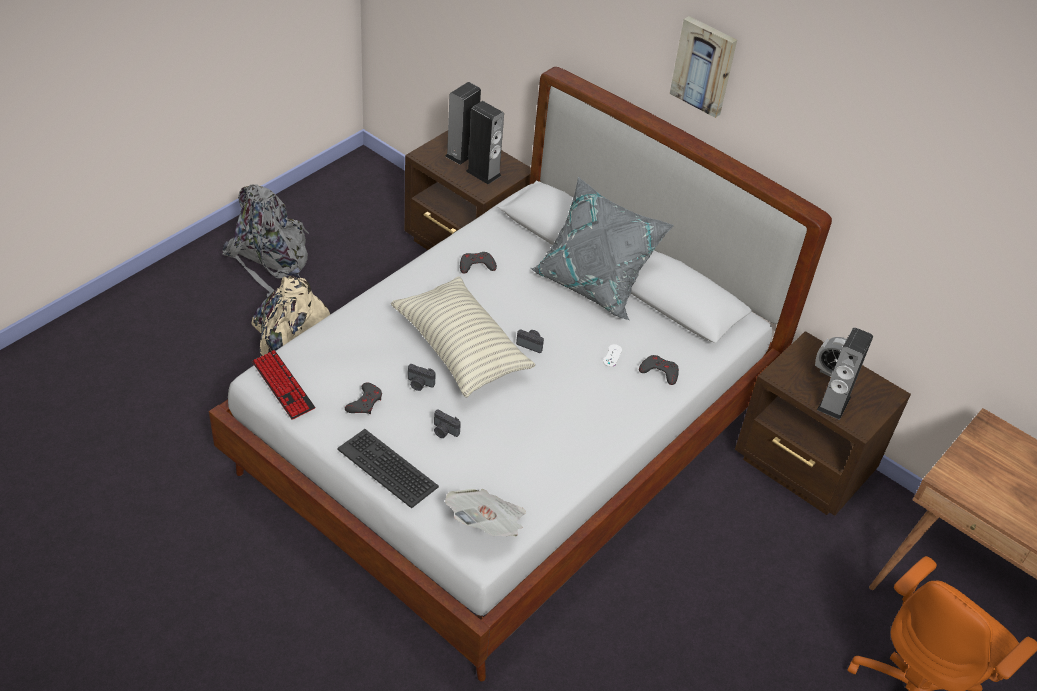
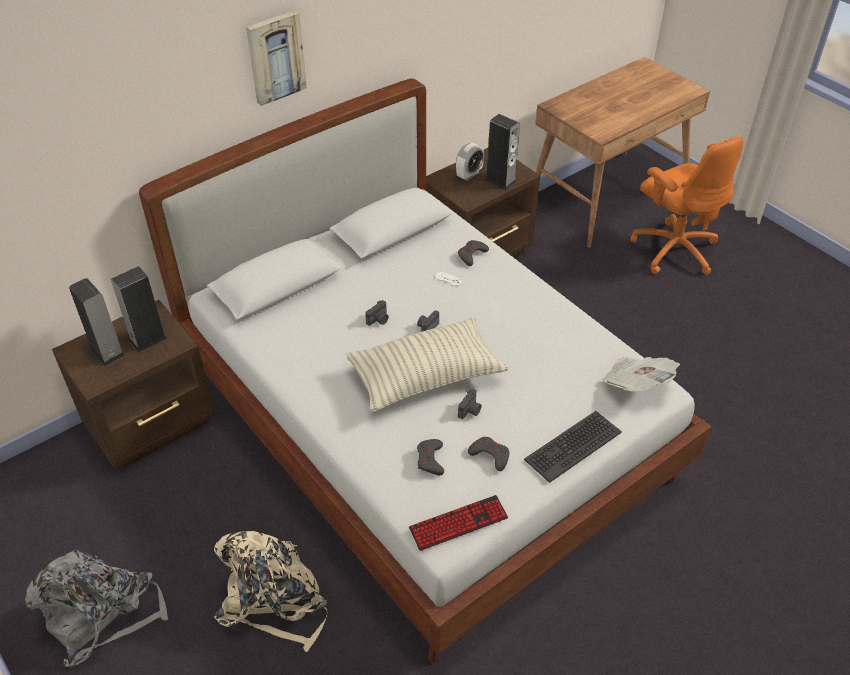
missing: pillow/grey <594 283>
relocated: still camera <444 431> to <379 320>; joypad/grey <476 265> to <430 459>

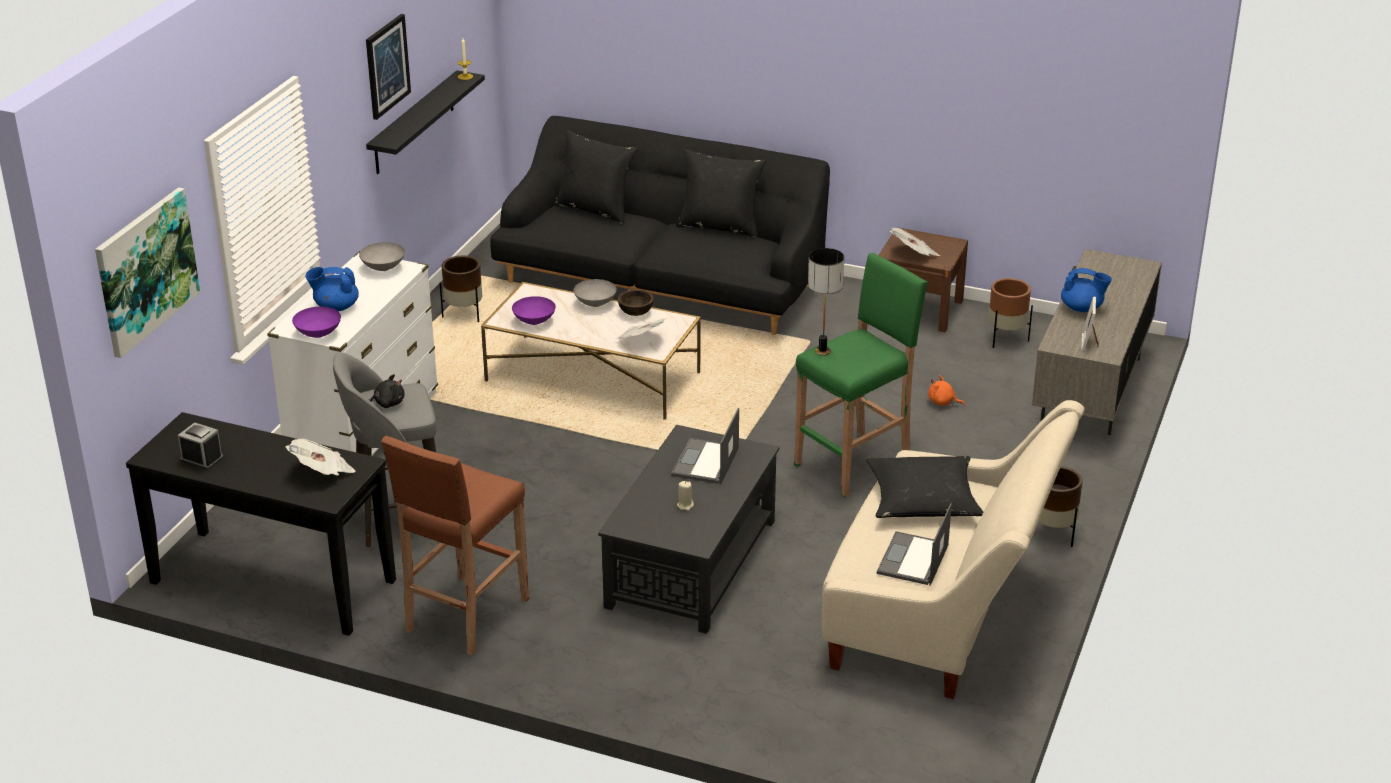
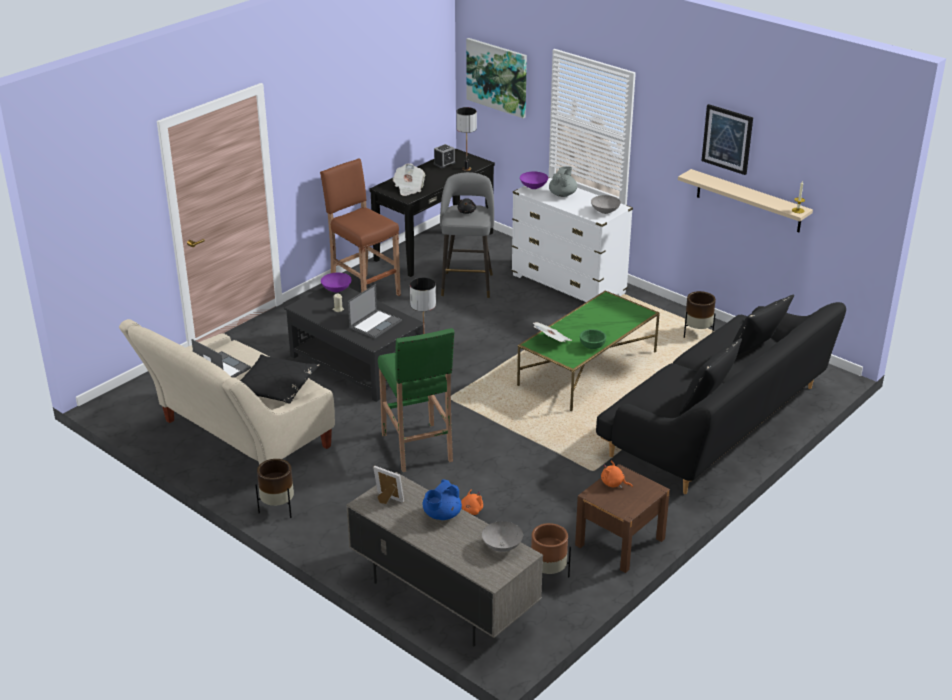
appeared: lamp for a table <466 169>
relocated: deep dish/purple-coloured <533 321> to <337 289>; deep dish/grey <596 303> to <502 547>
exchanged: daily paper <914 254> to soft toy/orangey <614 484>
colour: low table/white-coloured <593 377> to low table/greenish <587 369>; pot for tea/blue <335 307> to pot for tea/grey <562 194>; deep dish/brownish <636 312> to deep dish/greenish <592 346>; shelf/blackish <414 123> to shelf/beige <748 201>
spun: laptop <705 462> = <375 324> 90 degrees clockwise

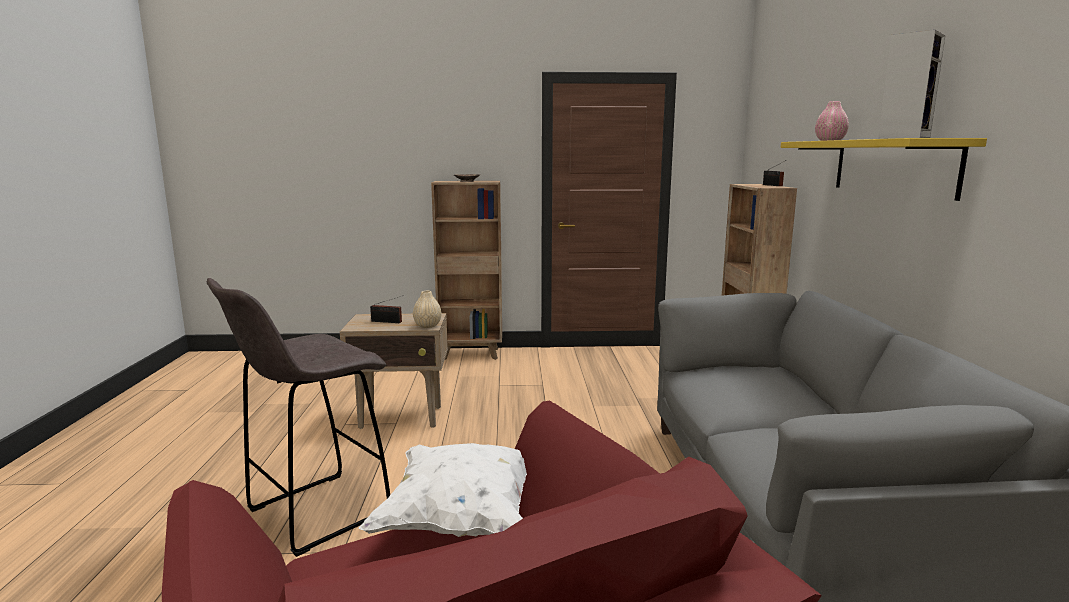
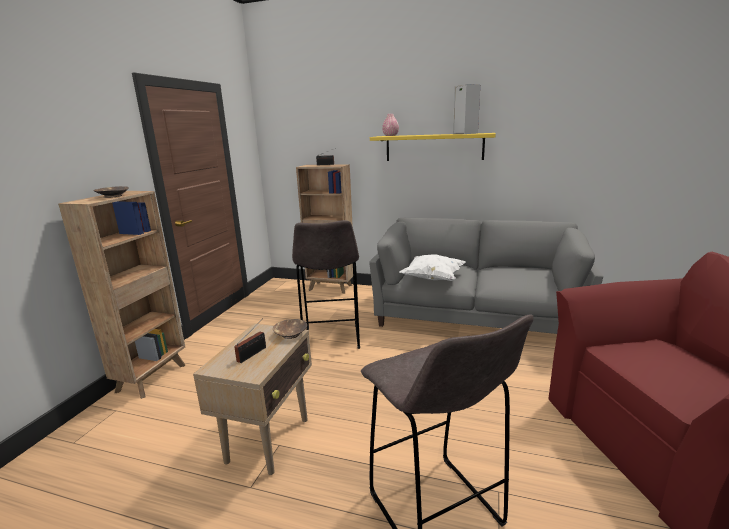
appeared: stool seat/grey <331 339>
relocated: pillow/white-coloured <462 518> to <432 279>
exchanged: decorative vase/beige <427 326> to deep dish/brownish <290 334>

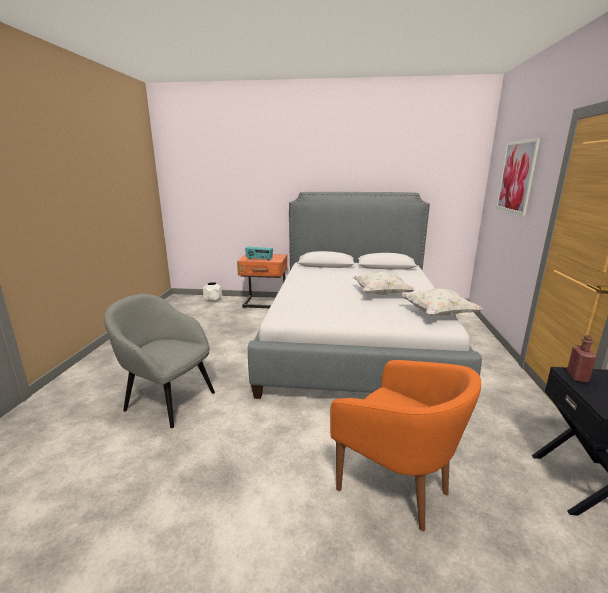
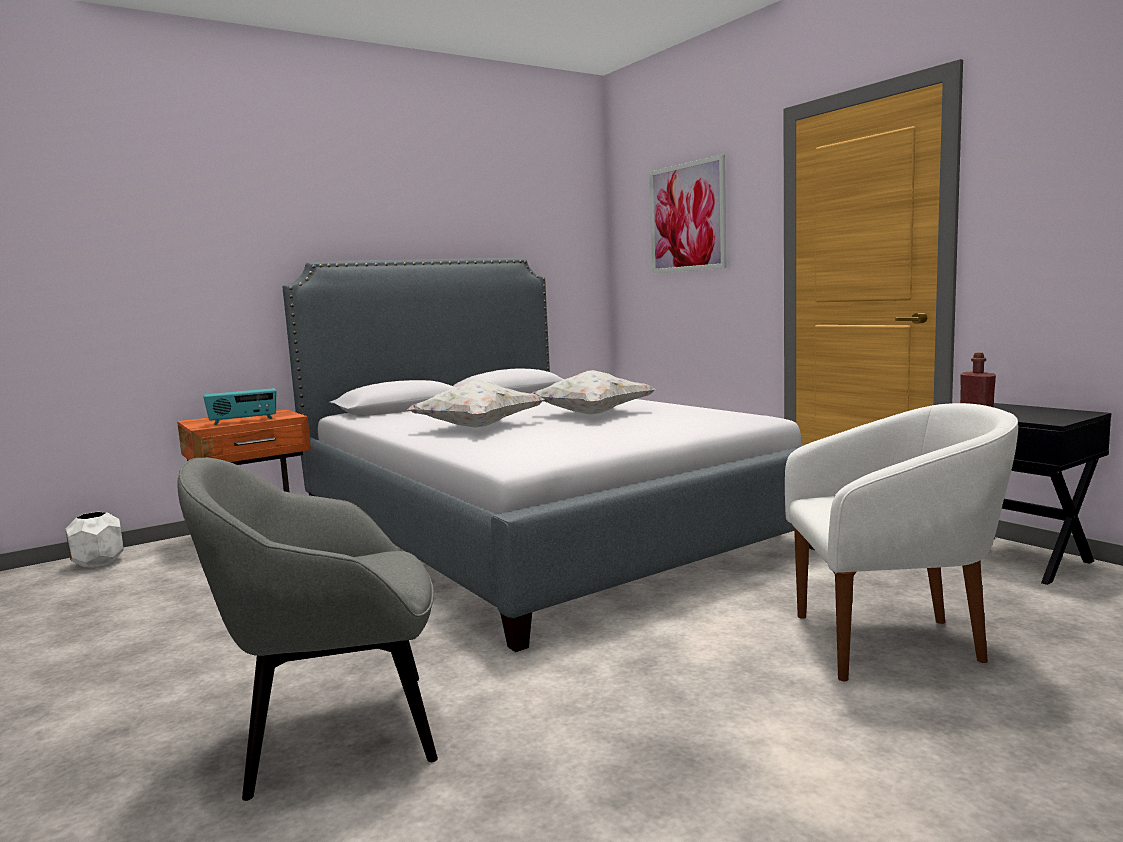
relocated: pillow/white-coloured <438 314> to <477 427>
colour: armchair/orangey <397 487> to armchair/white-coloured <893 642>

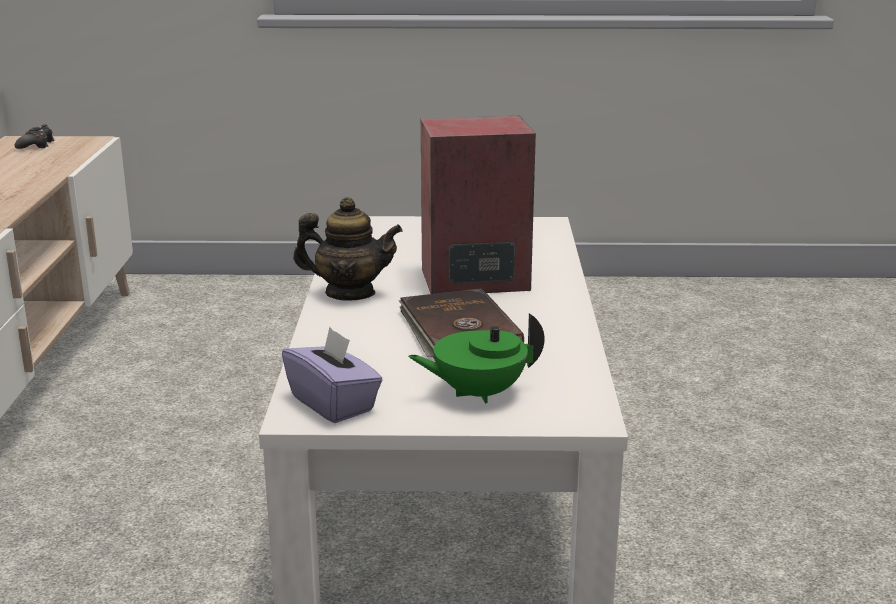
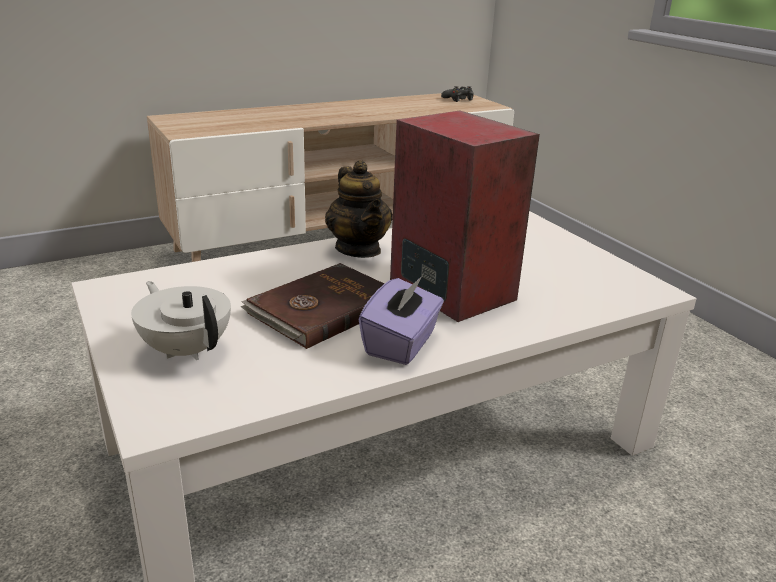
relocated: tissue holder/purple-coloured <333 404> to <401 344>
colour: pot for tea/greenish <478 393> to pot for tea/white-coloured <186 349>

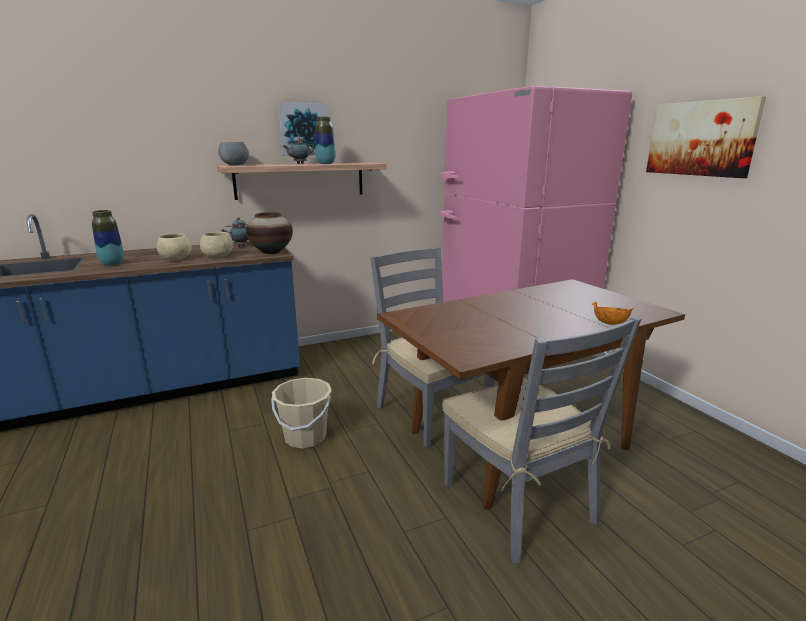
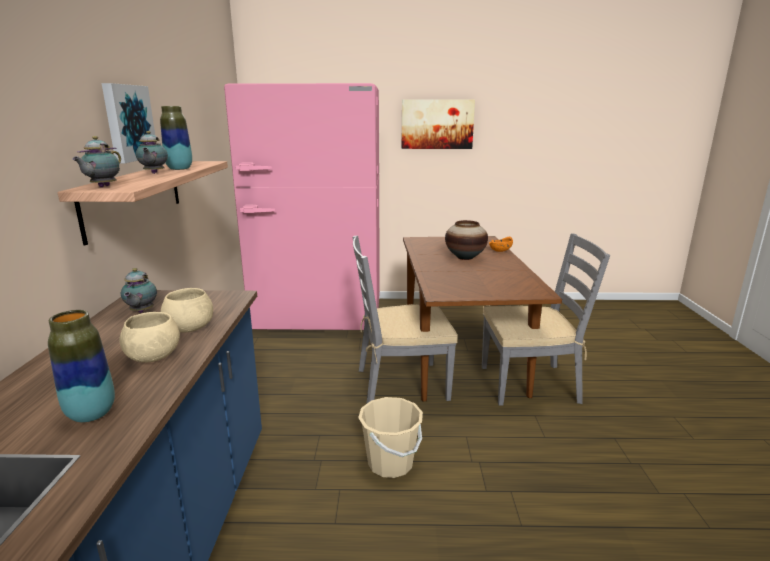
relocated: decorative vase <271 252> to <465 257>
exchanged: deep dish/grey <235 165> to pot for tea <102 187>

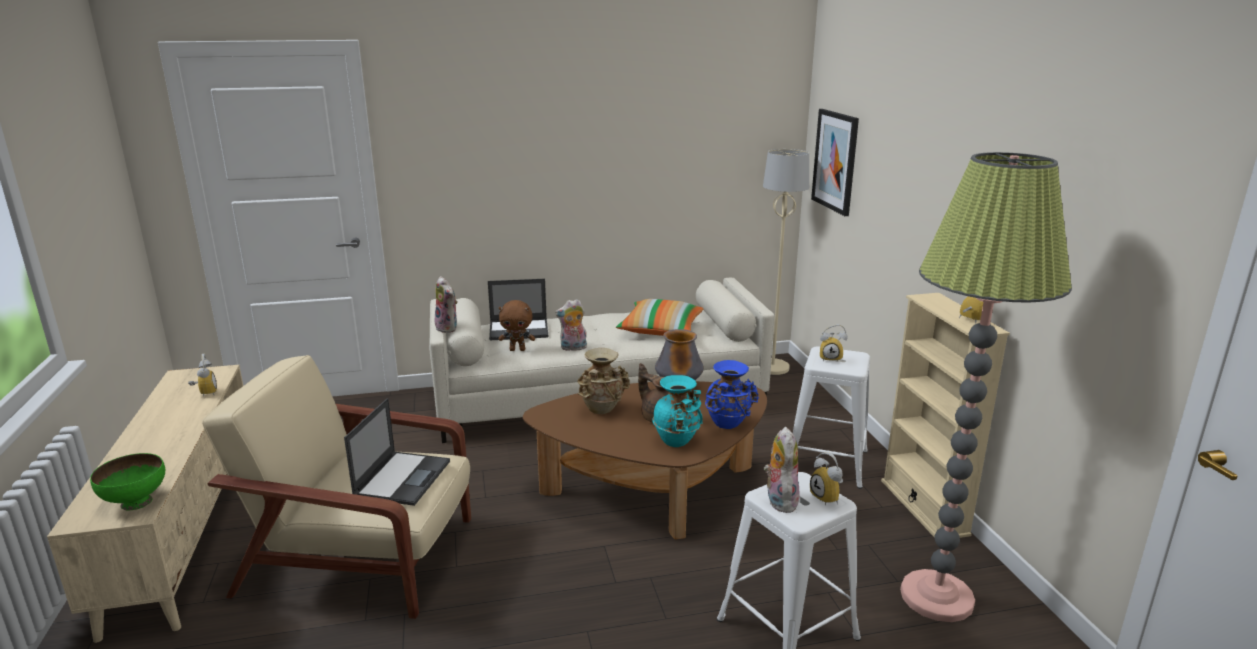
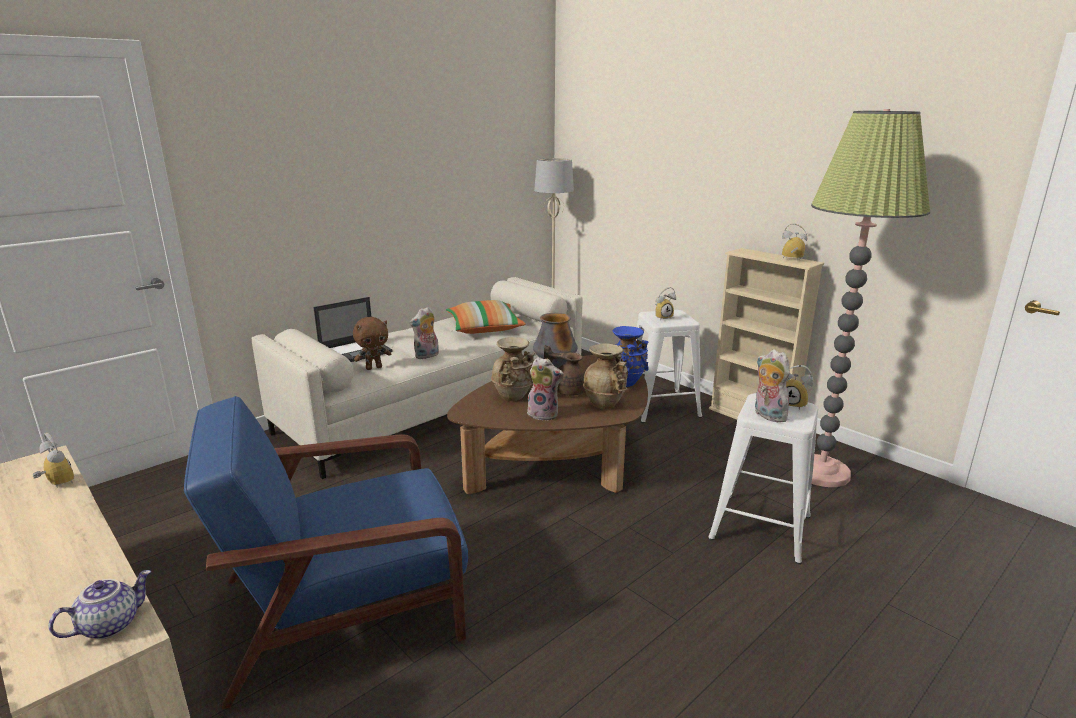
missing: laptop <403 478>; picture <835 161>
relocated: soft toy <448 328> to <544 414>
exchanged: deep dish/greenish <135 502> to pot for tea <110 624>
colour: armchair/beige <363 556> to armchair/blue <347 606>; decorative vase/turquoise <678 441> to decorative vase/beige <605 404>

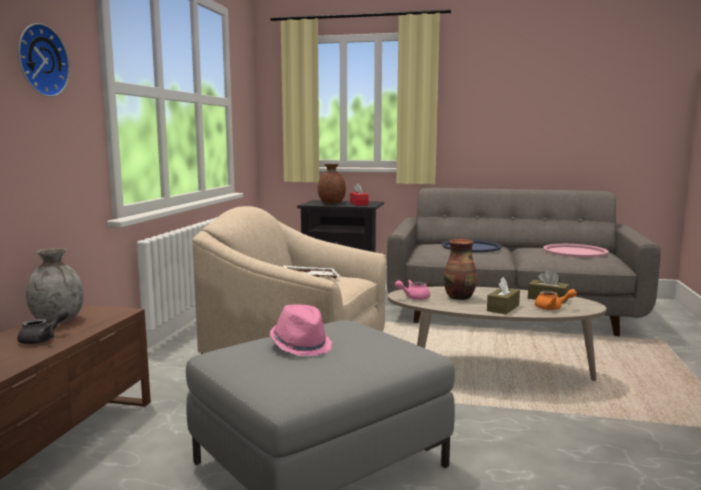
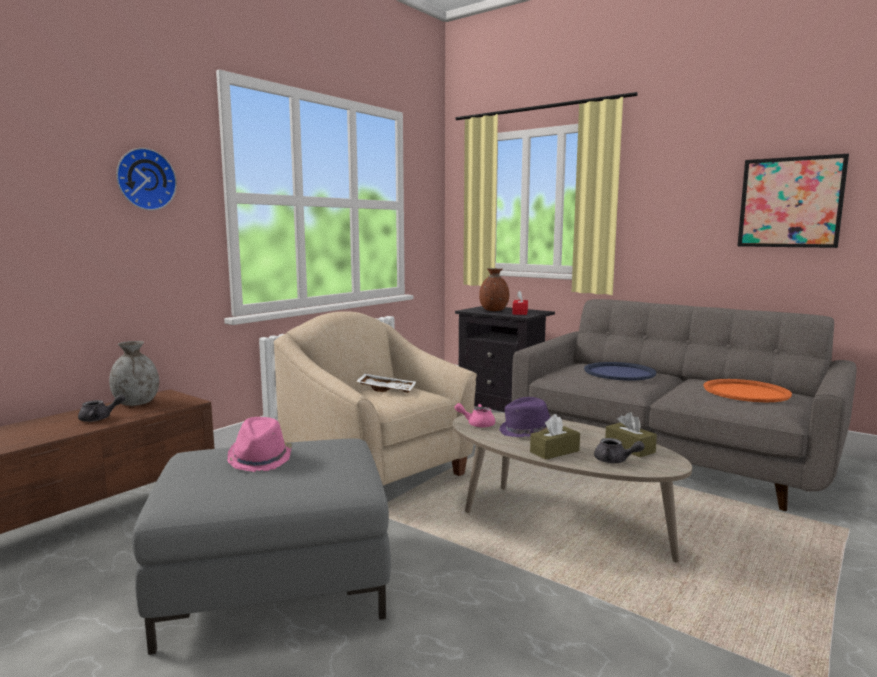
appeared: picture <790 202>
exchanged: decorative vase <460 297> to wearable hat/purple-coloured <527 431>
colour: pot for tea/orangey <552 308> to pot for tea/grey <615 461>; tray/pink-coloured <575 252> to tray/orangey <746 392>

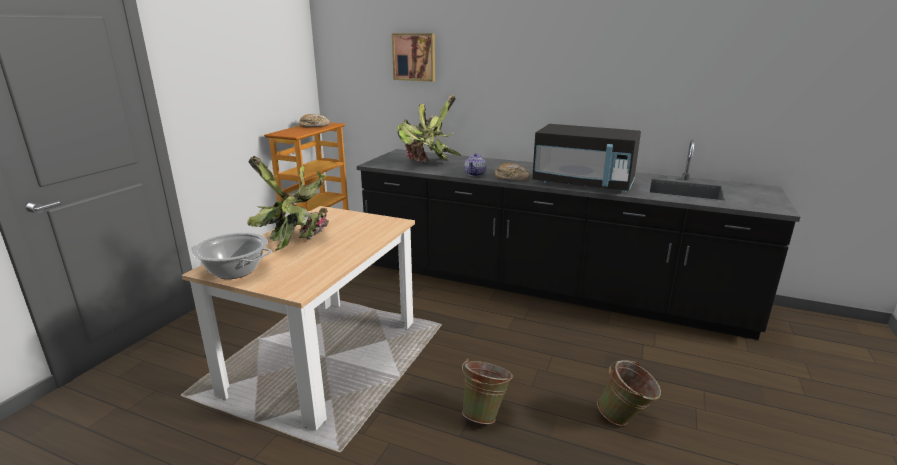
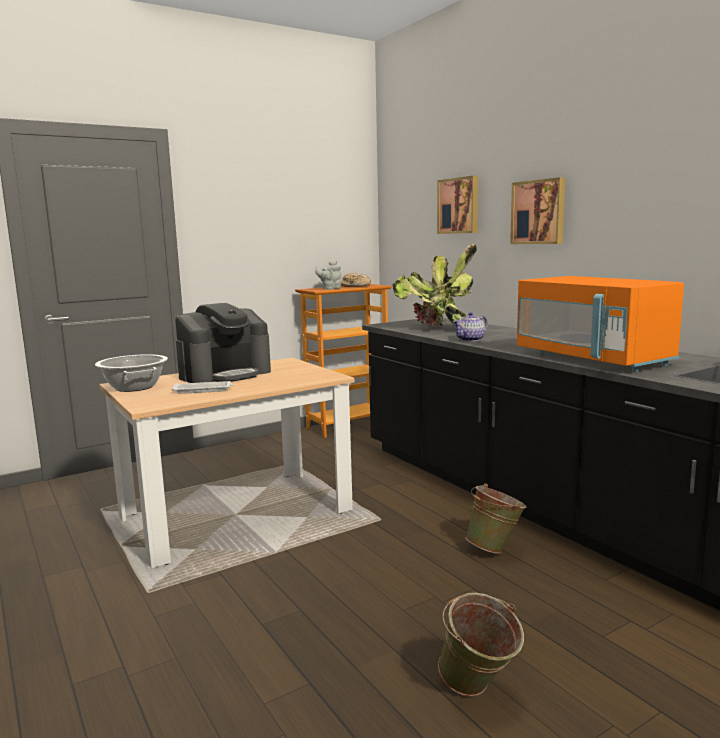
missing: bread <512 178>
appeared: tray/white-coloured <203 390>; pot for tea/grey <330 288>; picture <539 212>
relocated: pail/greenish <485 413> to <495 548>
exchanged: houseplant <297 237> to coffee brewer <225 374>
colour: microwave/blackish <583 184> to microwave/orangey <592 359>

